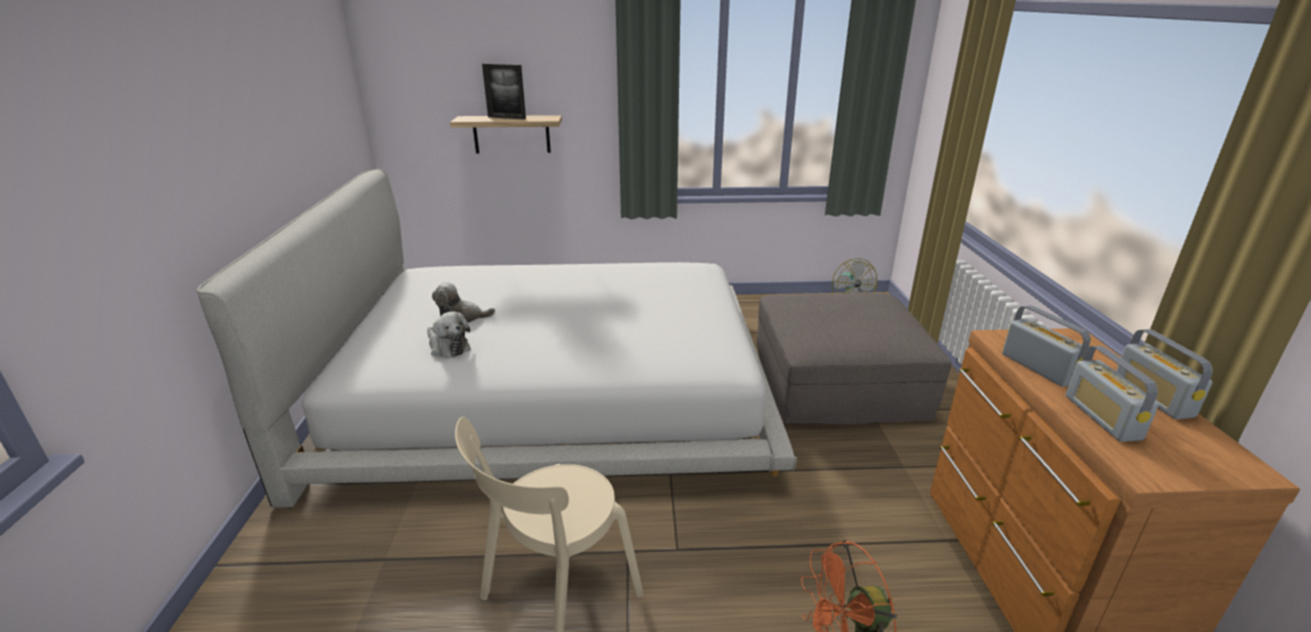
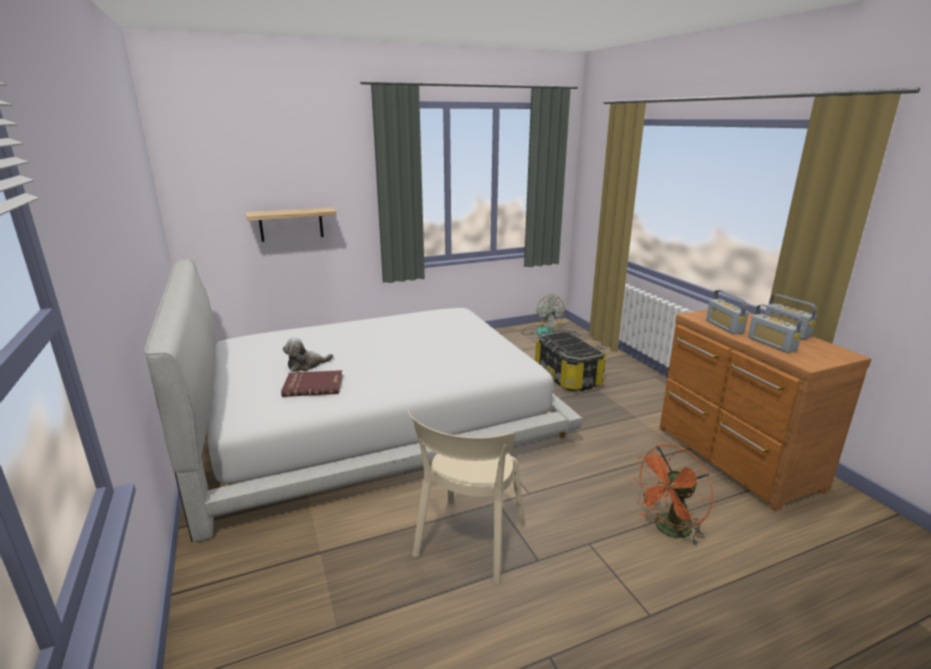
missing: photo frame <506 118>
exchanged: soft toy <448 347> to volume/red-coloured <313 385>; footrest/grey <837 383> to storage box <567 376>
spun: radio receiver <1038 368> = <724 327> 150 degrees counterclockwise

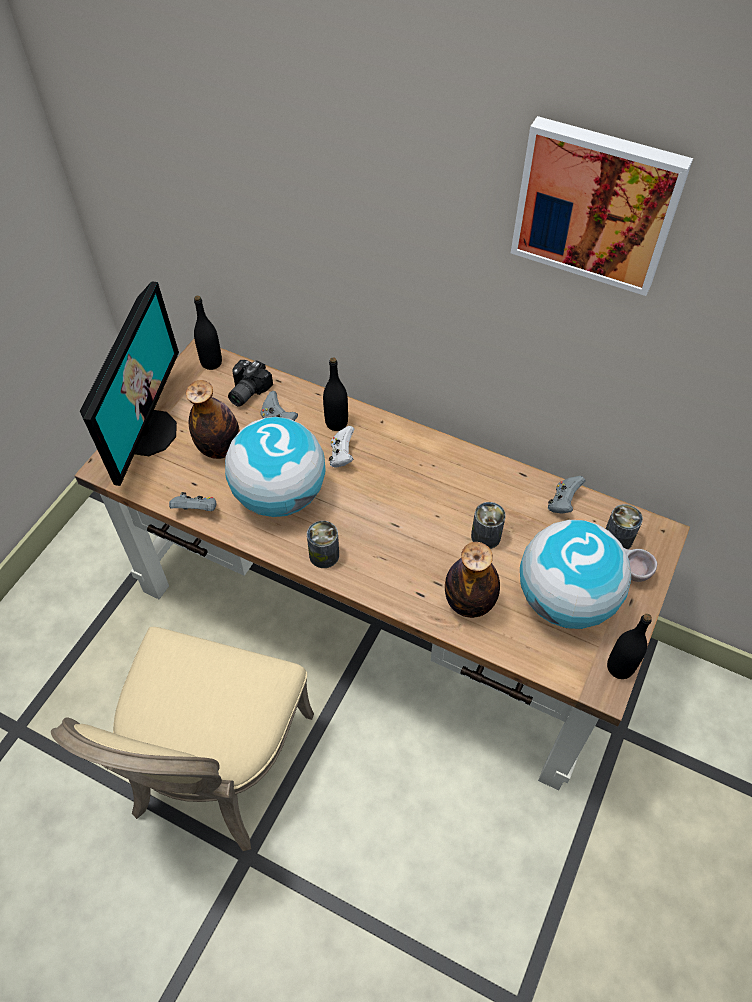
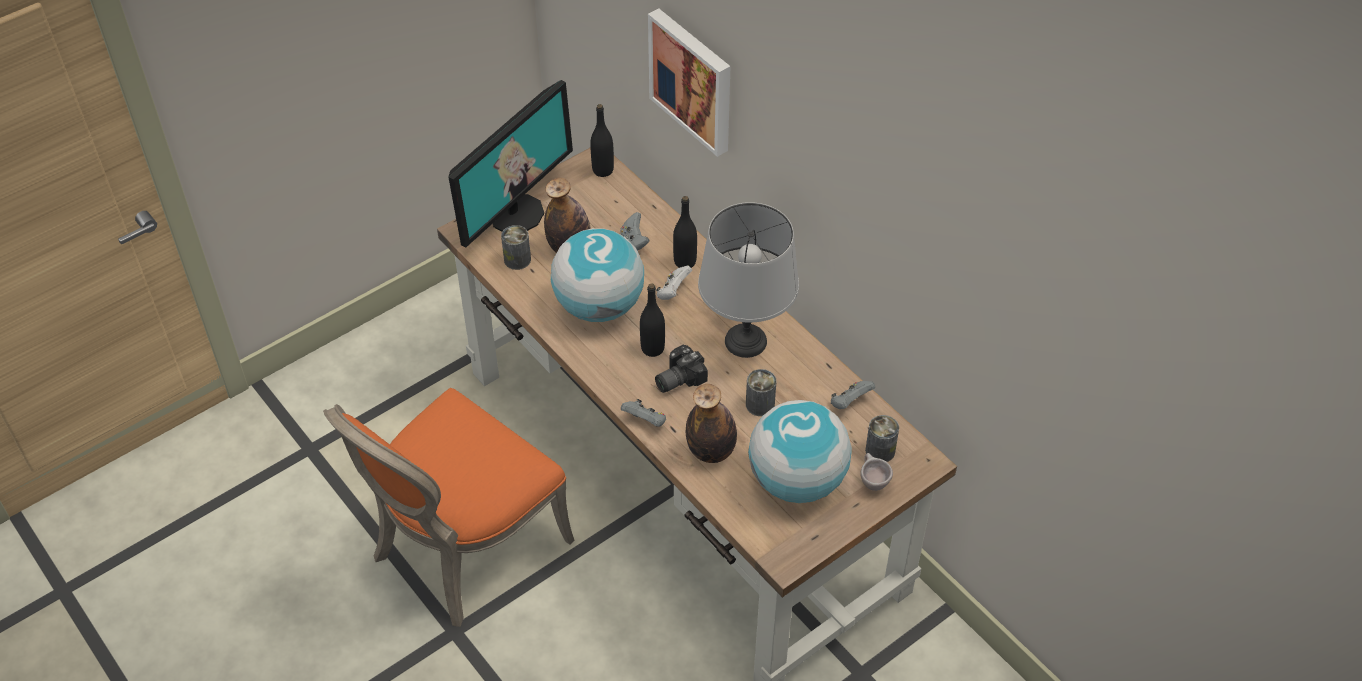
appeared: lamp for a table/grey <746 342>
relocated: can <324 555> to <517 259>; joypad/grey <196 510> to <645 421>; beverage bottle/blackish <619 667> to <652 348>; picture <597 204> to <693 80>; still camera <245 391> to <677 378>
colour: chair/beige <215 768> to chair/orangey <462 549>

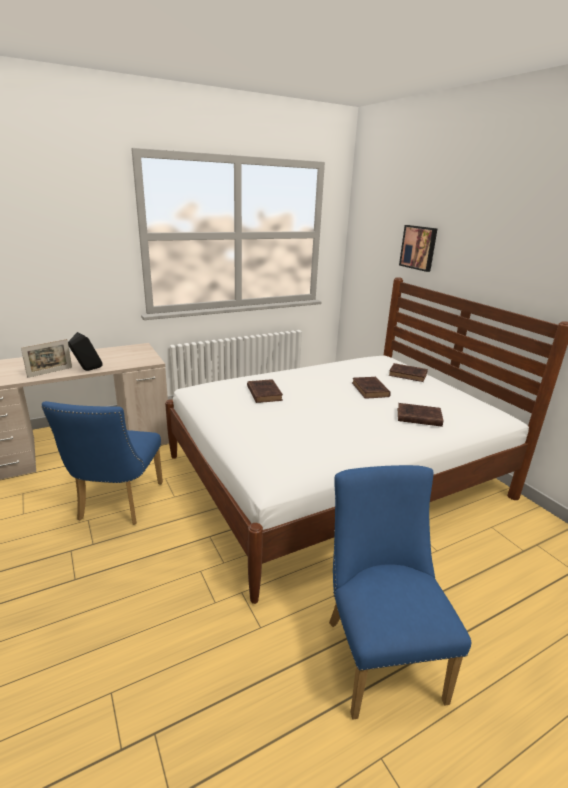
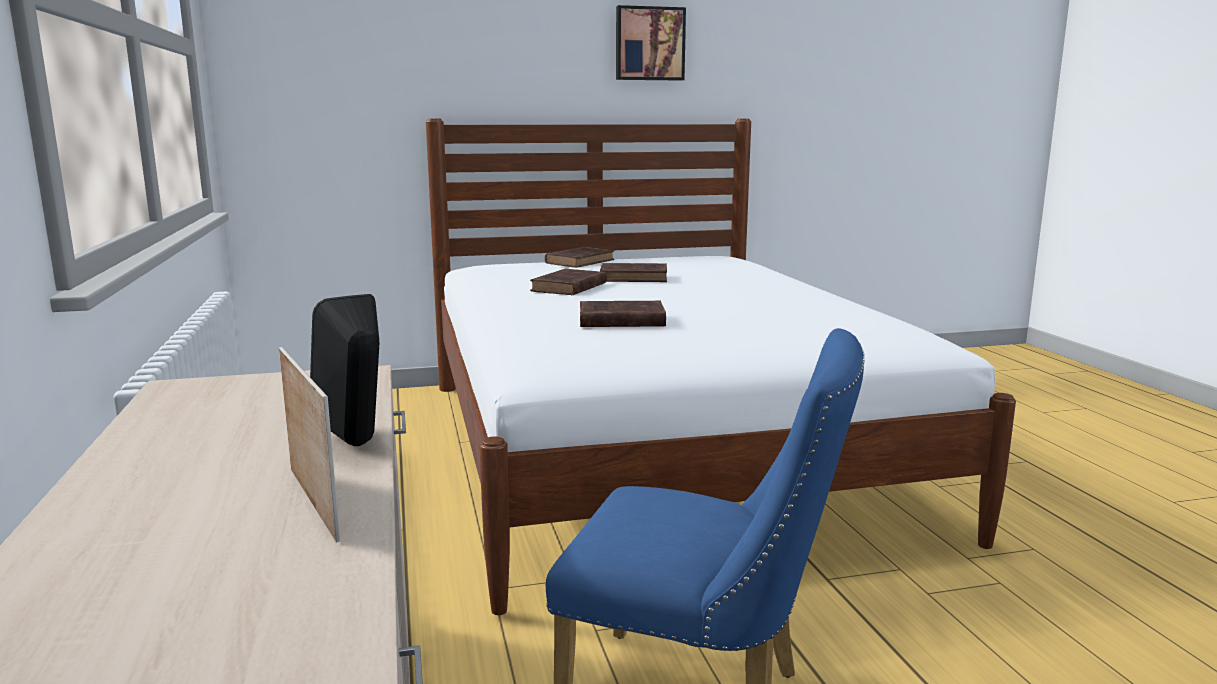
missing: chair/blue <379 651>
relocated: volume/brownish <417 417> to <568 288>; picture <419 247> to <649 44>

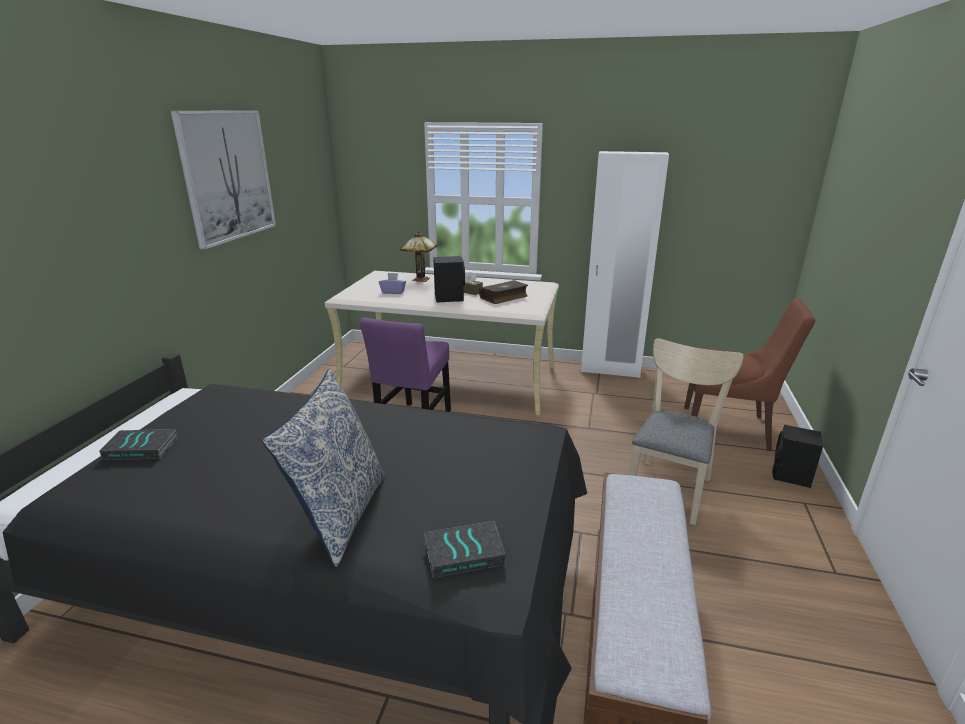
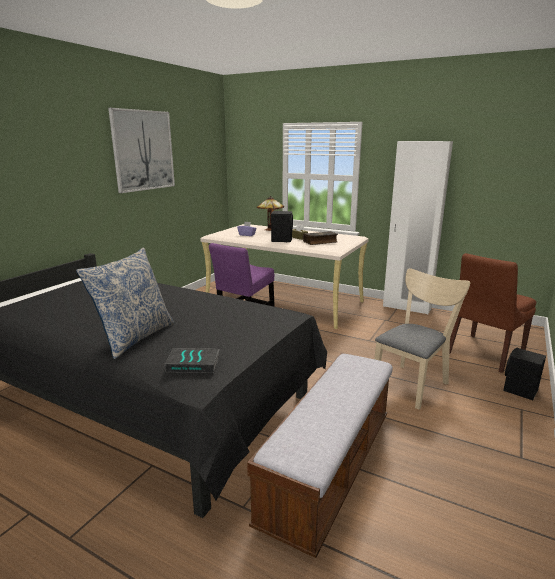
missing: volume <142 448>
spun: chair/brownish <729 428> = <484 353> 105 degrees clockwise

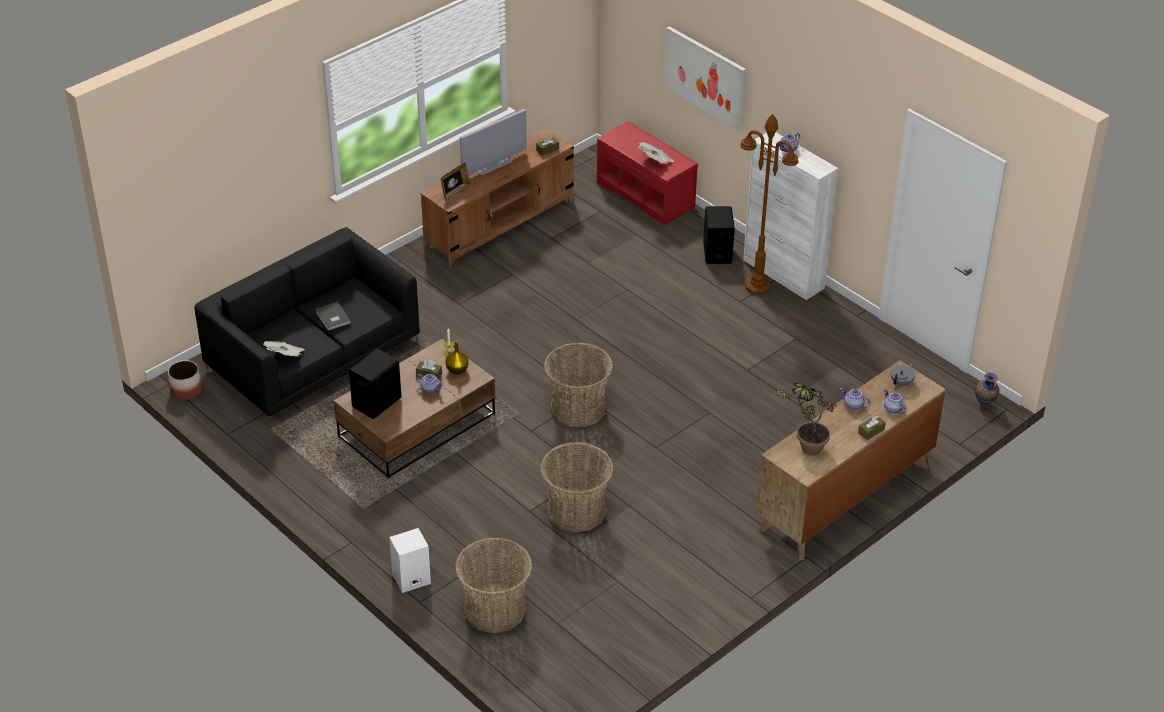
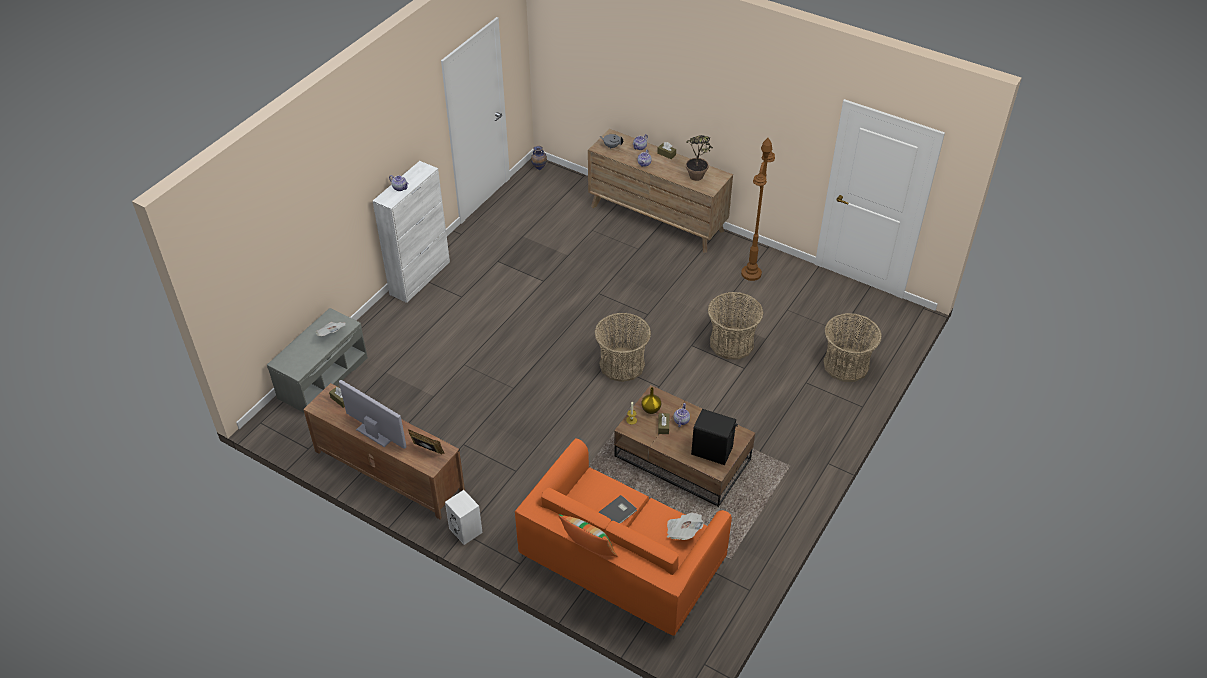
missing: planter <186 390>; picture <705 77>; audio speaker/blackish <717 252>
appeared: pillow <588 550>
relocated: audio speaker/white-coloured <411 580> to <466 530>; floor lamp/brownish <757 286> to <751 274>
colour: long seat/red-coloured <646 194> to long seat/grey <323 377>; couch/blackish <313 354> to couch/orangey <621 559>

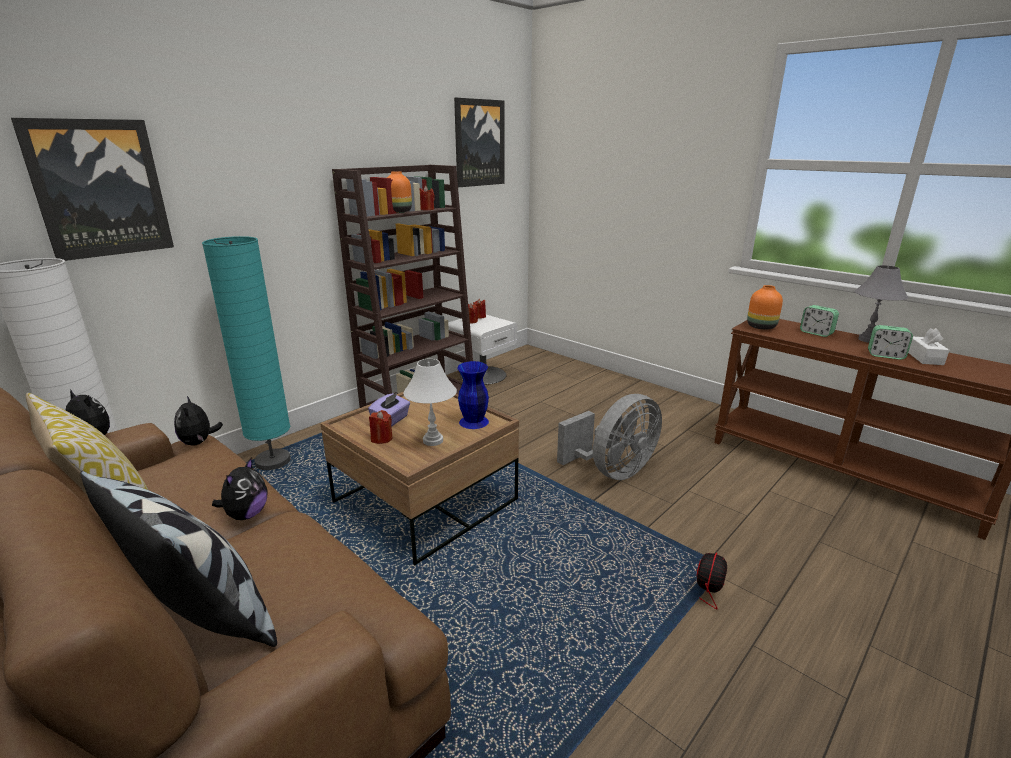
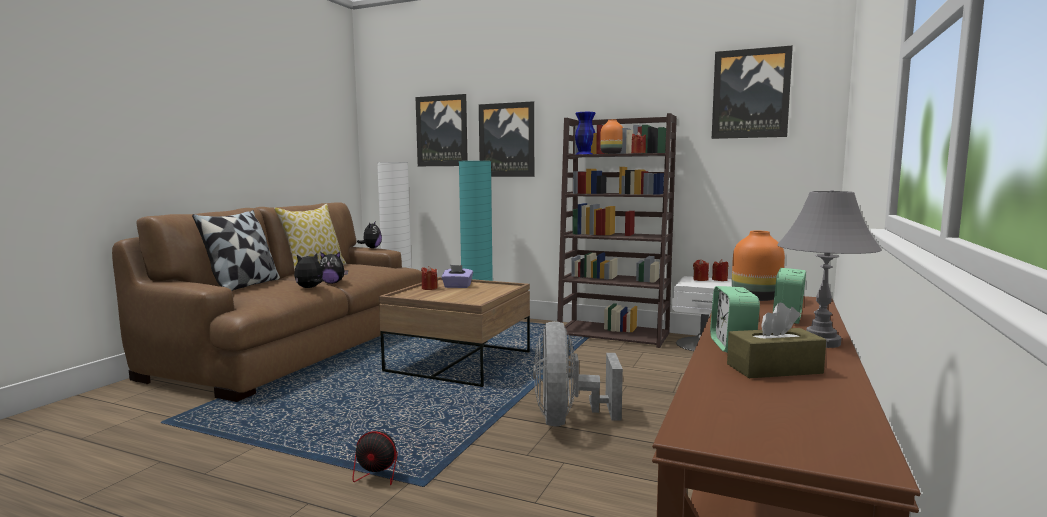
missing: lamp for a table/white-coloured <433 441>
appeared: picture <507 140>
relocated: soft toy <199 442> to <310 288>; decorative vase/blue <473 422> to <584 154>
colour: tissue holder/white-coloured <924 358> to tissue holder/brownish <774 369>
spun: fan/grey <613 471> = <567 420> 60 degrees clockwise

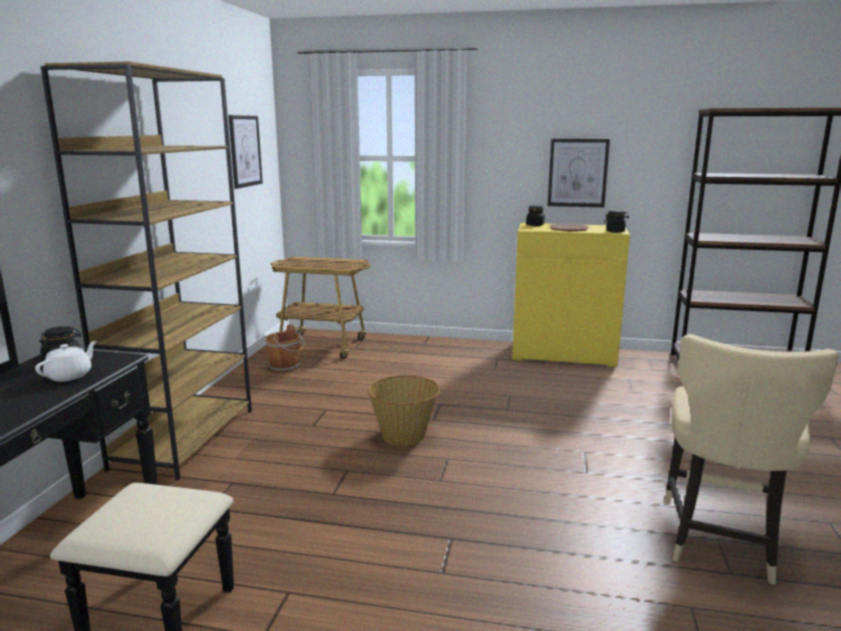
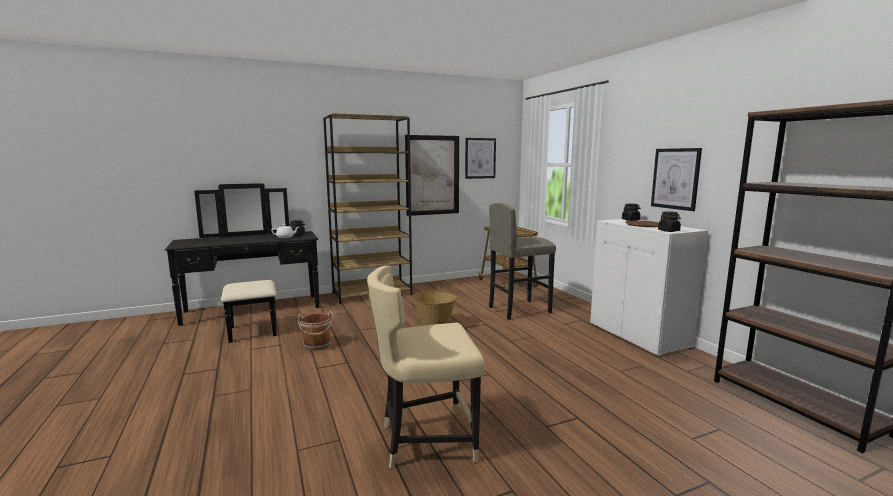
appeared: picture <432 175>; stool seat/grey <519 310>
relocated: pail/brownish <286 367> to <317 345>
colour: cupboard/yellow <564 354> to cupboard/white-coloured <639 336>

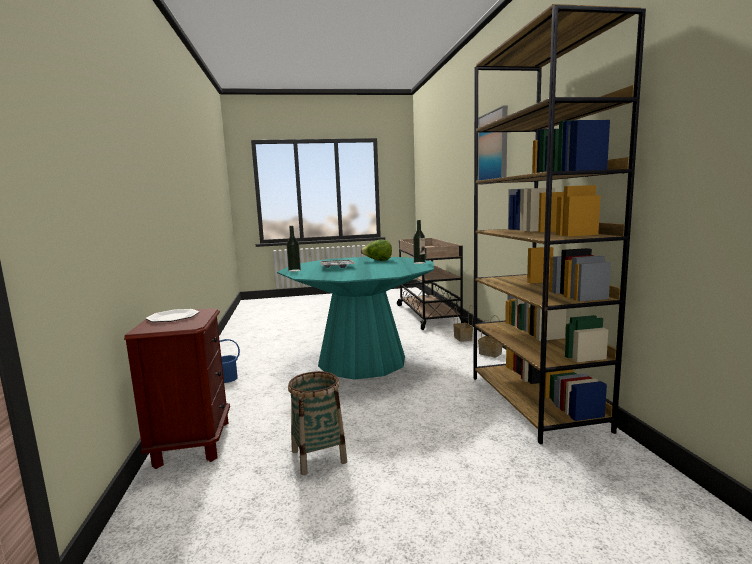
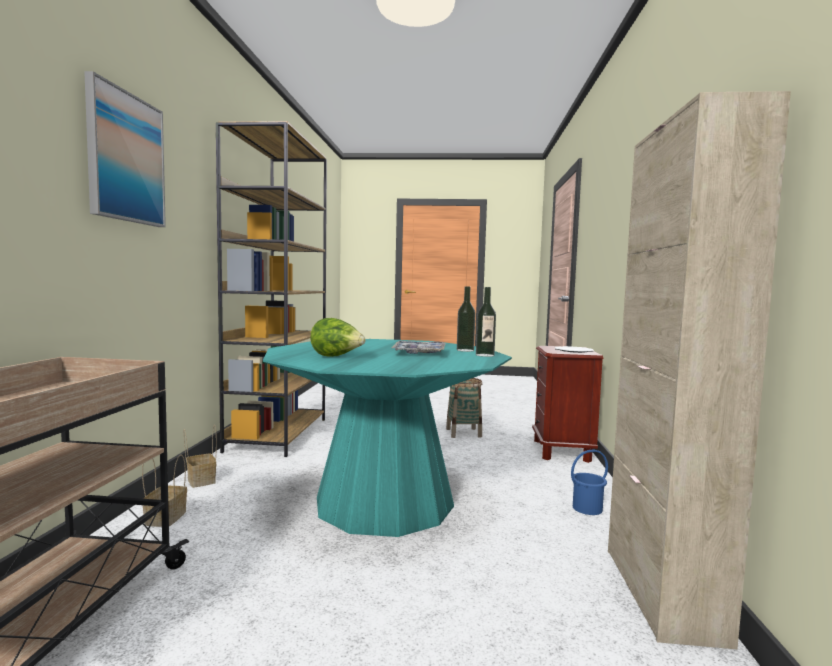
appeared: cupboard/beige <661 593>
relocated: beverage bottle <419 263> to <465 350>

